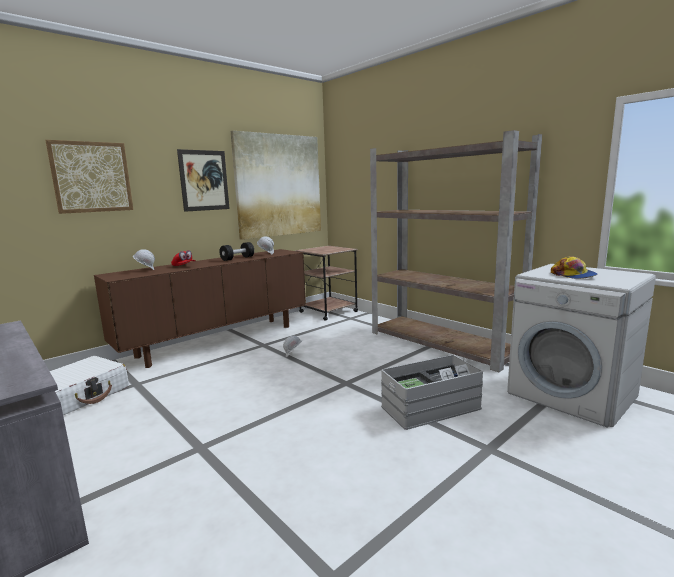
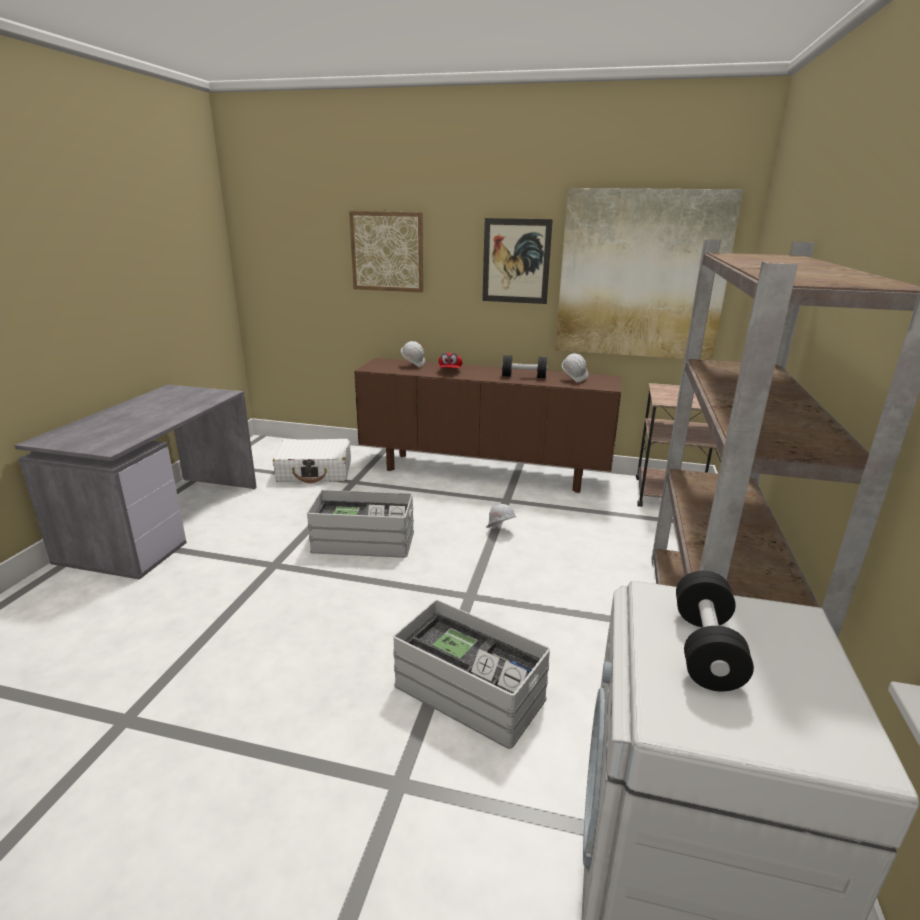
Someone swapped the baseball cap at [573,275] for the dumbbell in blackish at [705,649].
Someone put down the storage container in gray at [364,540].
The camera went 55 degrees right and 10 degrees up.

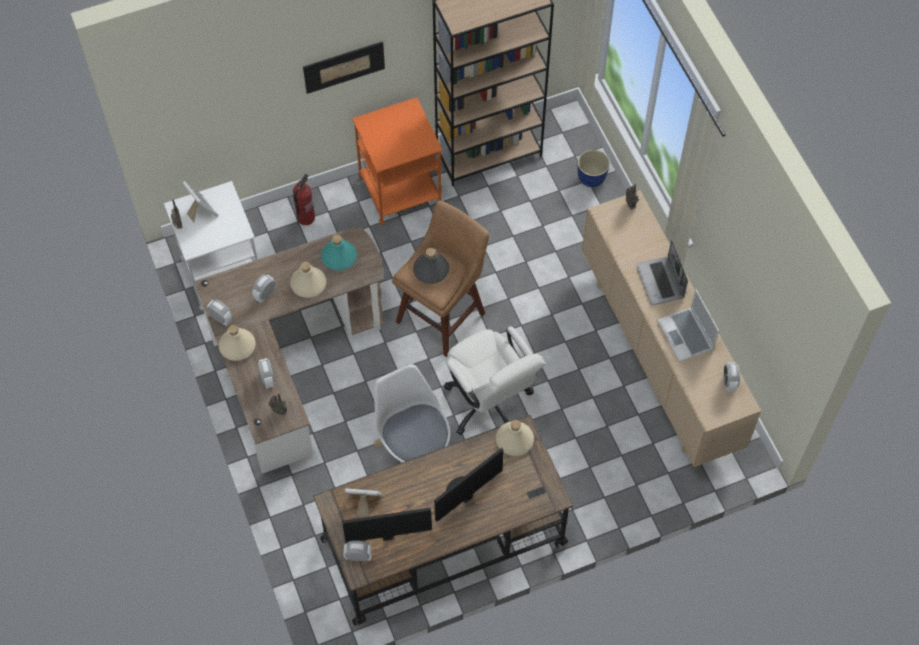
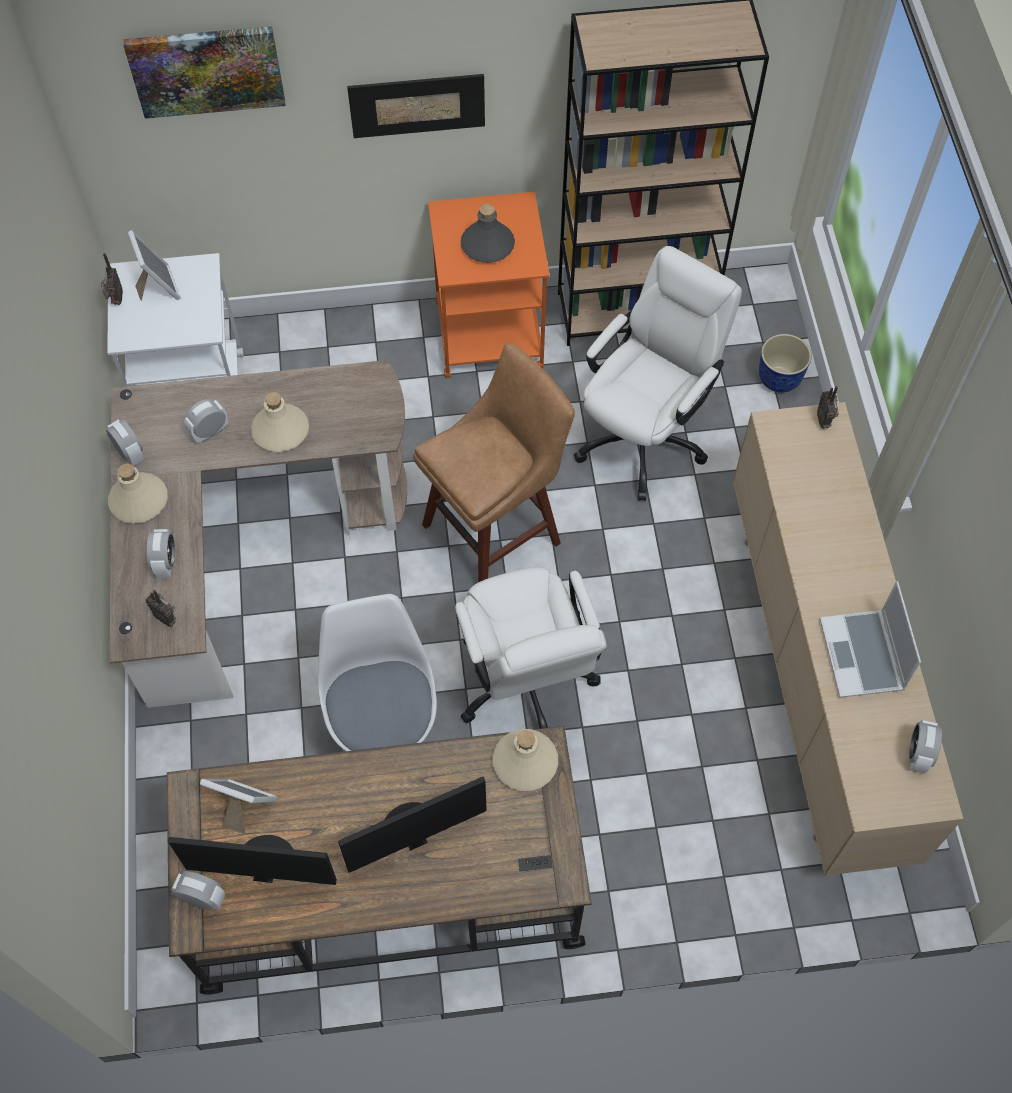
Someone took away the fire extinguisher at [305,217].
Someone took away the beverage bottle in turquoise at [339,257].
Someone took away the portable computer at [660,282].
Someone carried the beverage bottle in gray from [431,270] to [488,245].
Someone put up the wall art at [206,70].
Someone put down the computer chair in whitish at [644,438].
The camera went 15 degrees right and 0 degrees up.

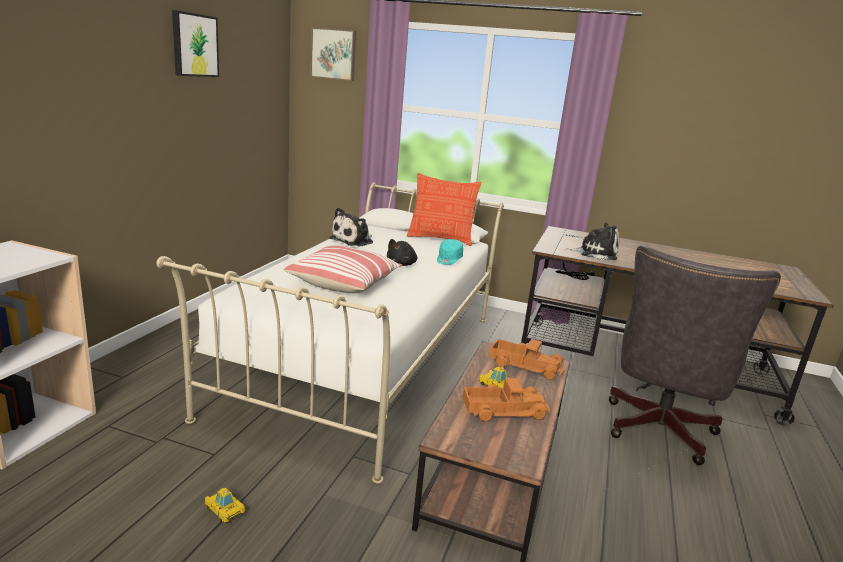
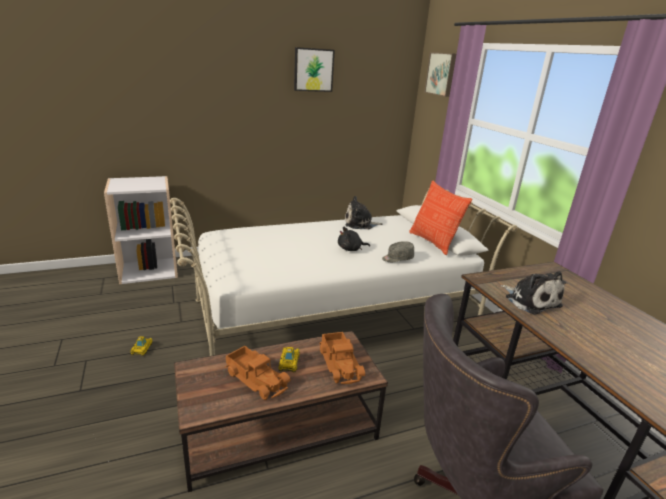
Someone repainted the baseball cap in turquoise at [448,259], which became the baseball cap in gray at [397,258].
Someone took away the pillow at [344,283].
The camera went 50 degrees right and 5 degrees up.

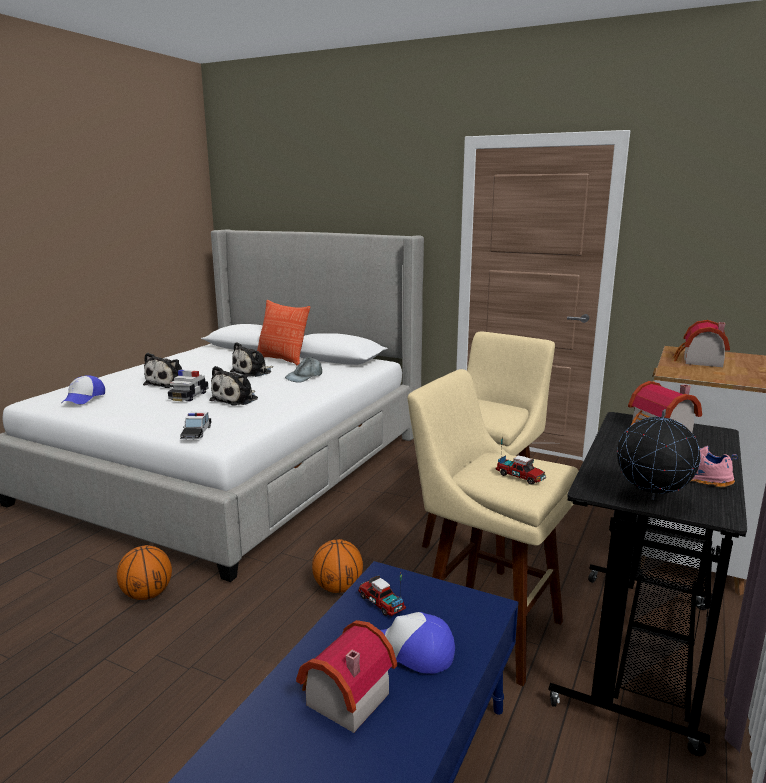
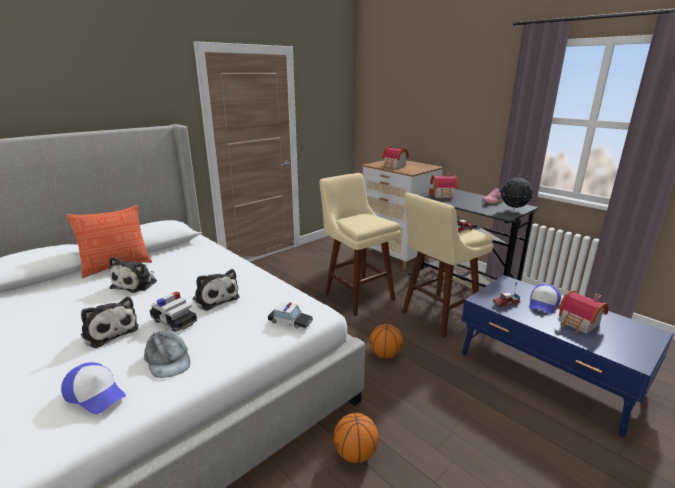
Someone rotated the soft toy at [253,372] by 45 degrees clockwise.
Someone carried the baseball cap in gray from [304,376] to [168,360].
The camera went 70 degrees left and 5 degrees up.

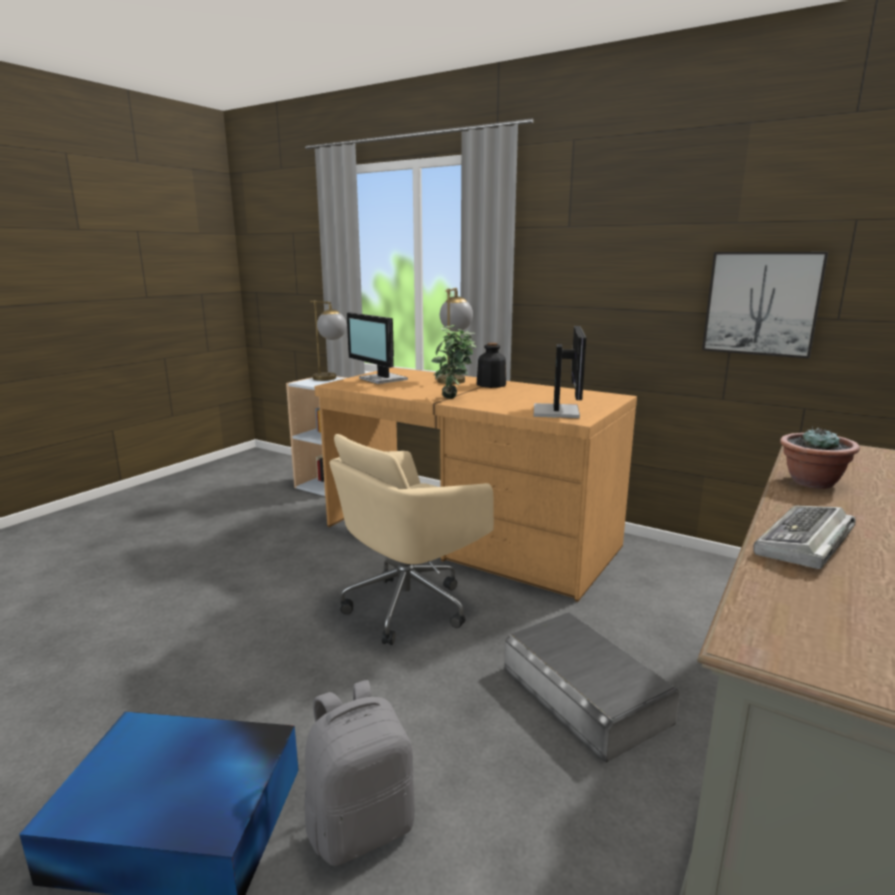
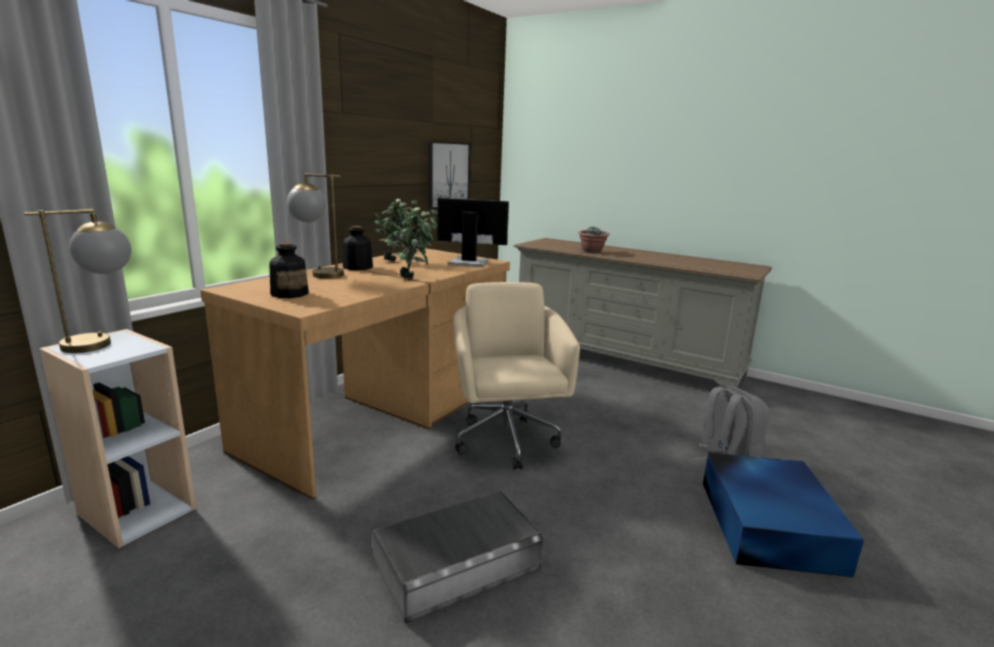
Someone swapped the computer screen at [382,379] for the beverage bottle at [290,293].
Someone rotated the computer chair in sand-coloured at [411,606] by 150 degrees counterclockwise.
Someone took away the keyboard at [804,544].
Someone carried the storage container in gray from [584,694] to [457,564].
Someone put down the plant in a pot at [396,260].
The camera went 90 degrees left and 0 degrees up.

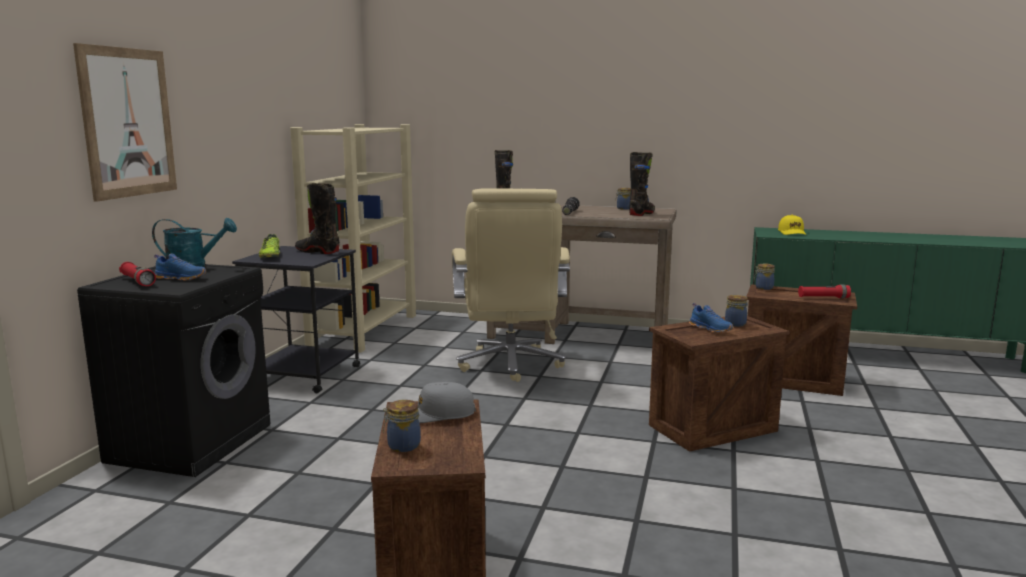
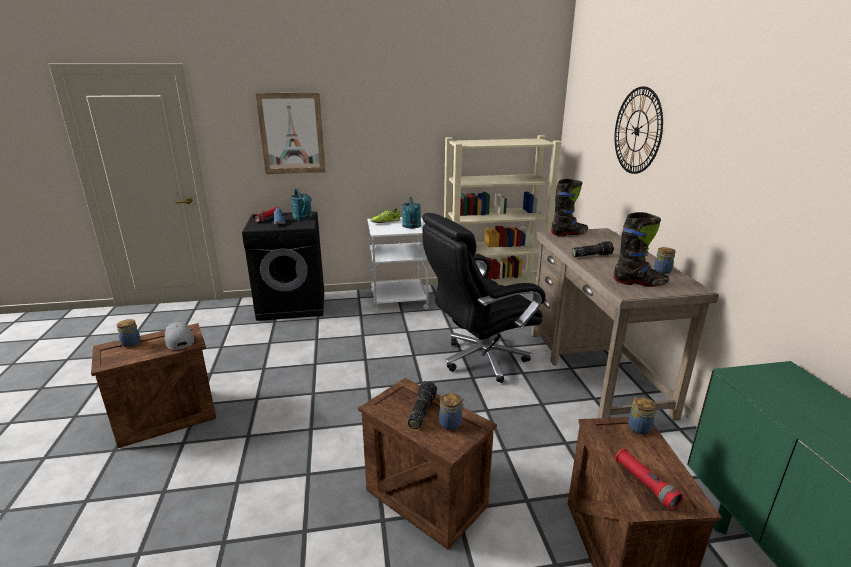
Someone swapped the boot in blackish at [318,251] for the sprinkling can in turquoise at [411,226].
Someone repainted the computer chair in sand-coloured at [511,367], which became the computer chair in blackish at [479,360].
Someone took away the baseball cap in yellow at [792,232].
Someone repainted the wheeled cart in blackish at [305,374], which became the wheeled cart in whitish at [400,299].
Someone swapped the item of footwear in blue-coloured at [711,329] for the flashlight at [421,411].
Someone put up the hanging clock at [637,131].
The camera went 65 degrees right and 10 degrees up.

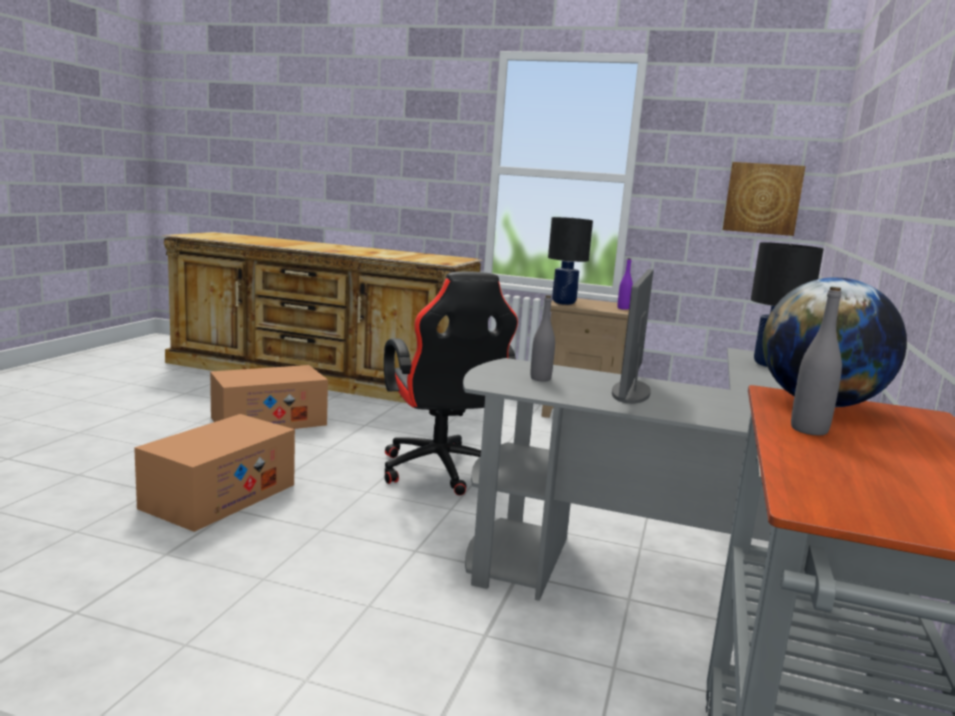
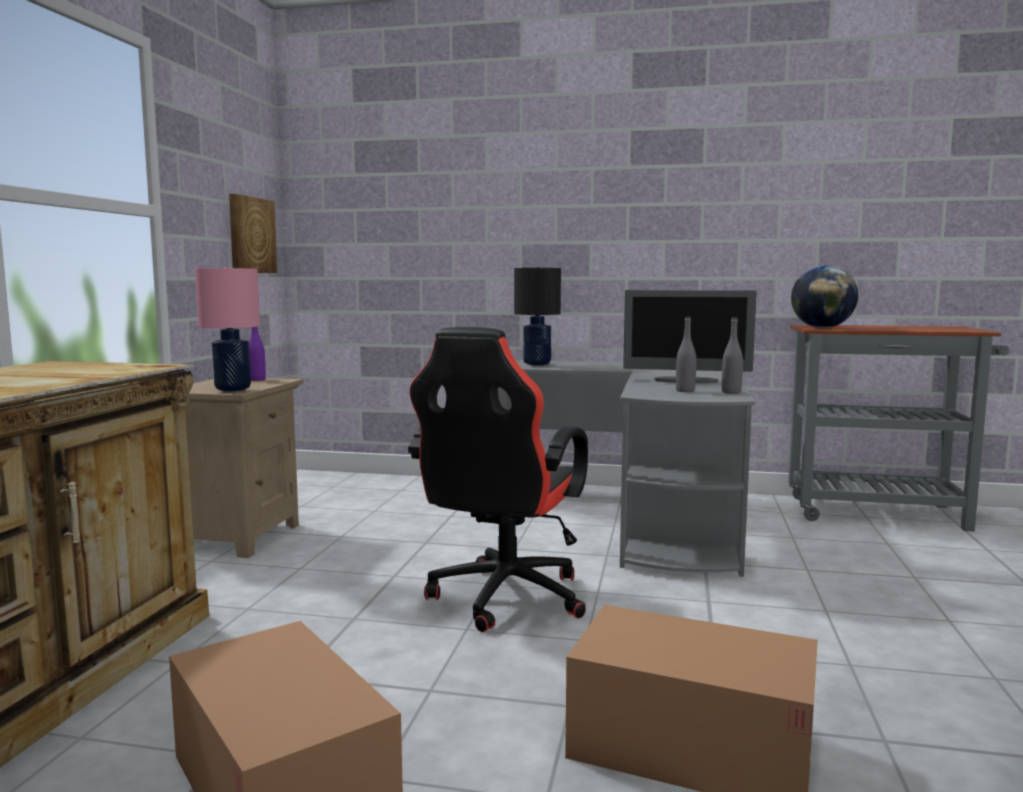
Someone repainted the lamp for a table in blackish at [563,303], which became the lamp for a table in pink-coloured at [232,390].
Someone rotated the computer chair in blackish at [440,474] by 135 degrees clockwise.
Someone carried the beverage bottle in gray from [809,430] to [731,392].
The camera went 95 degrees left and 5 degrees down.

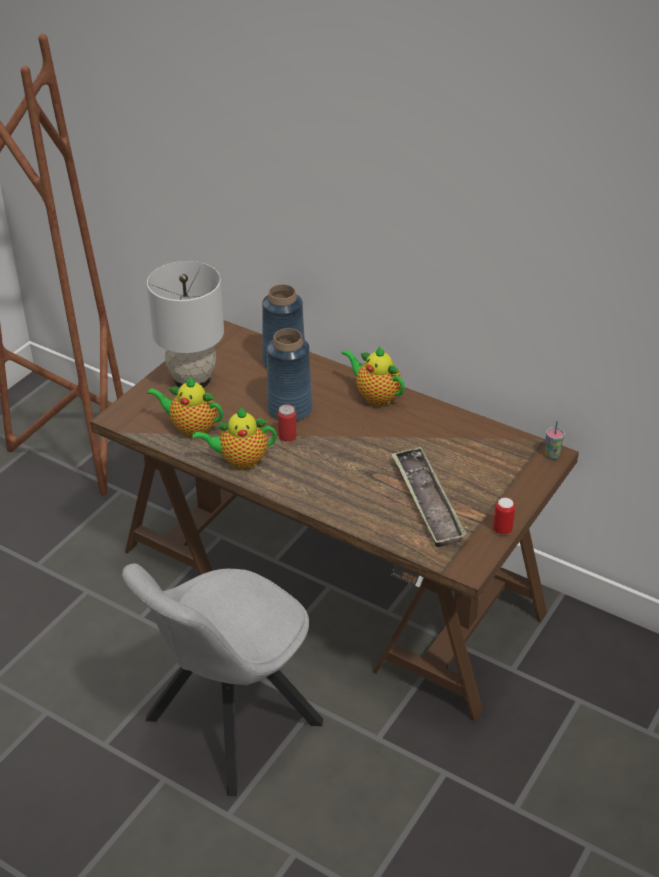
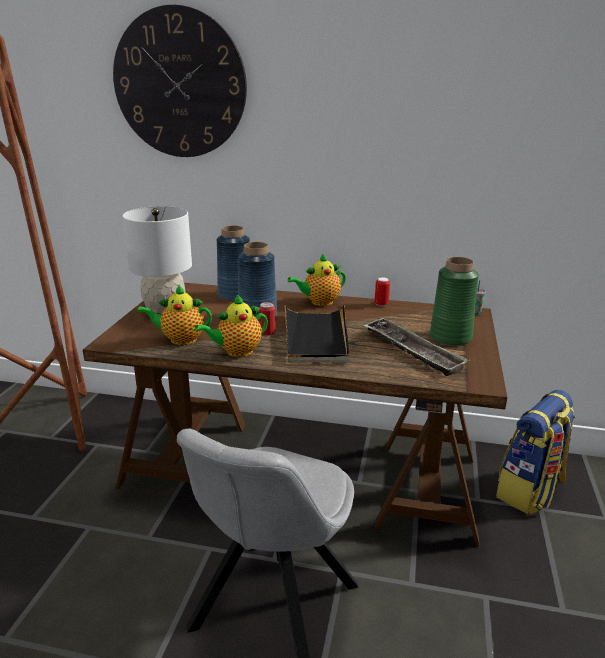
Someone rotated the pot for tea at [375,396] by 45 degrees counterclockwise.
Someone carried the can from [502,530] to [381,304].
Someone put up the hanging clock at [179,84].
Someone put down the decorative vase in green at [451,337].
Someone put down the carrying tray in blackish at [316,337].
Someone put down the rucksack at [530,491].
The camera went 20 degrees left and 15 degrees down.

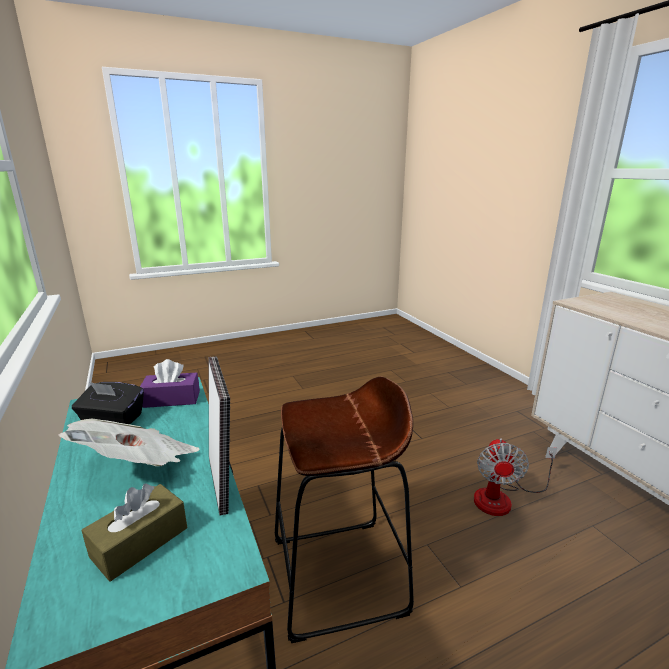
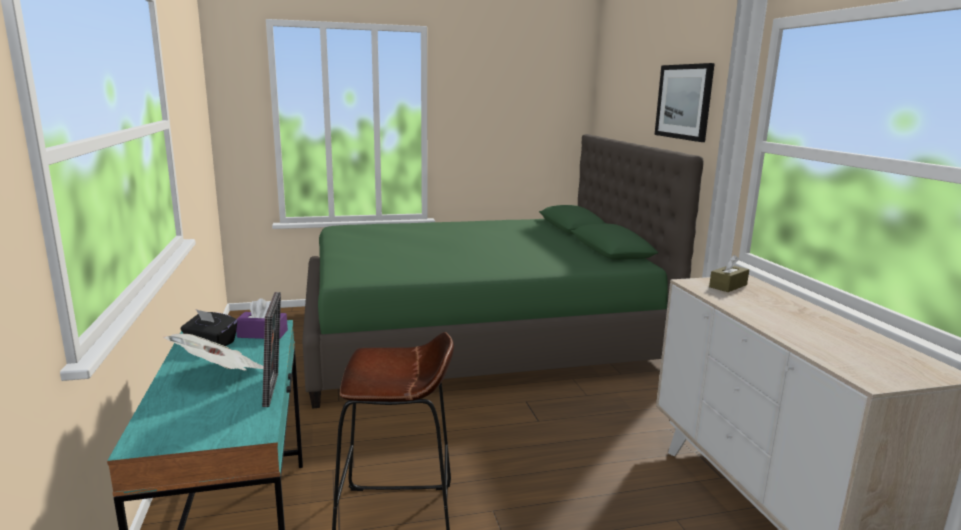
Someone took away the cooling fan at [502,498].
Someone carried the tissue box in brown from [140,542] to [728,286].
Someone put up the wall art at [684,101].
Someone put down the bedroom bed in green at [477,338].
The camera went 10 degrees right and 5 degrees down.

